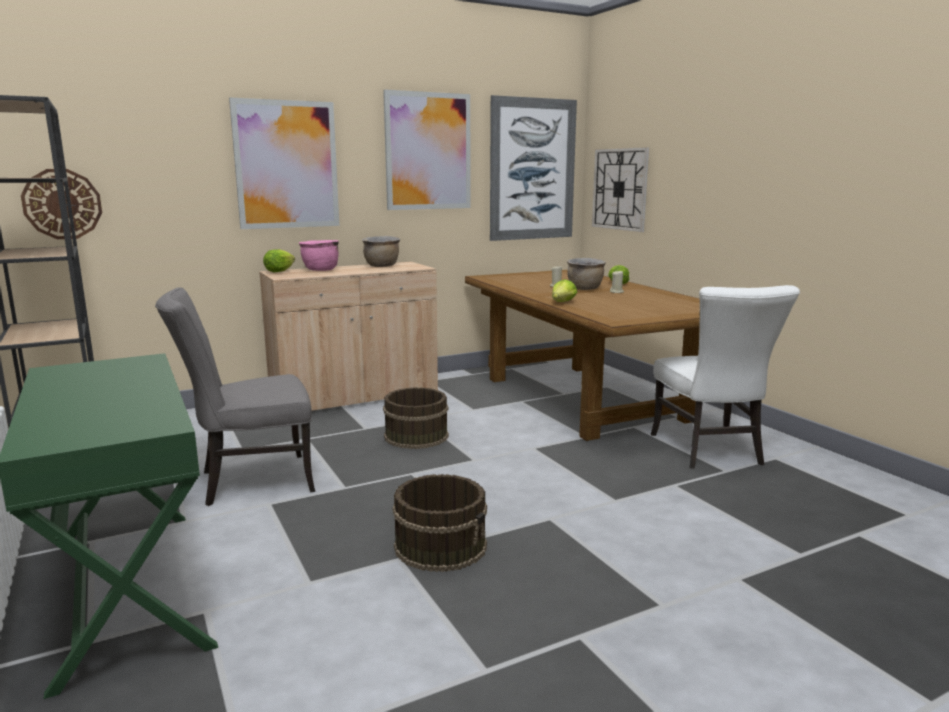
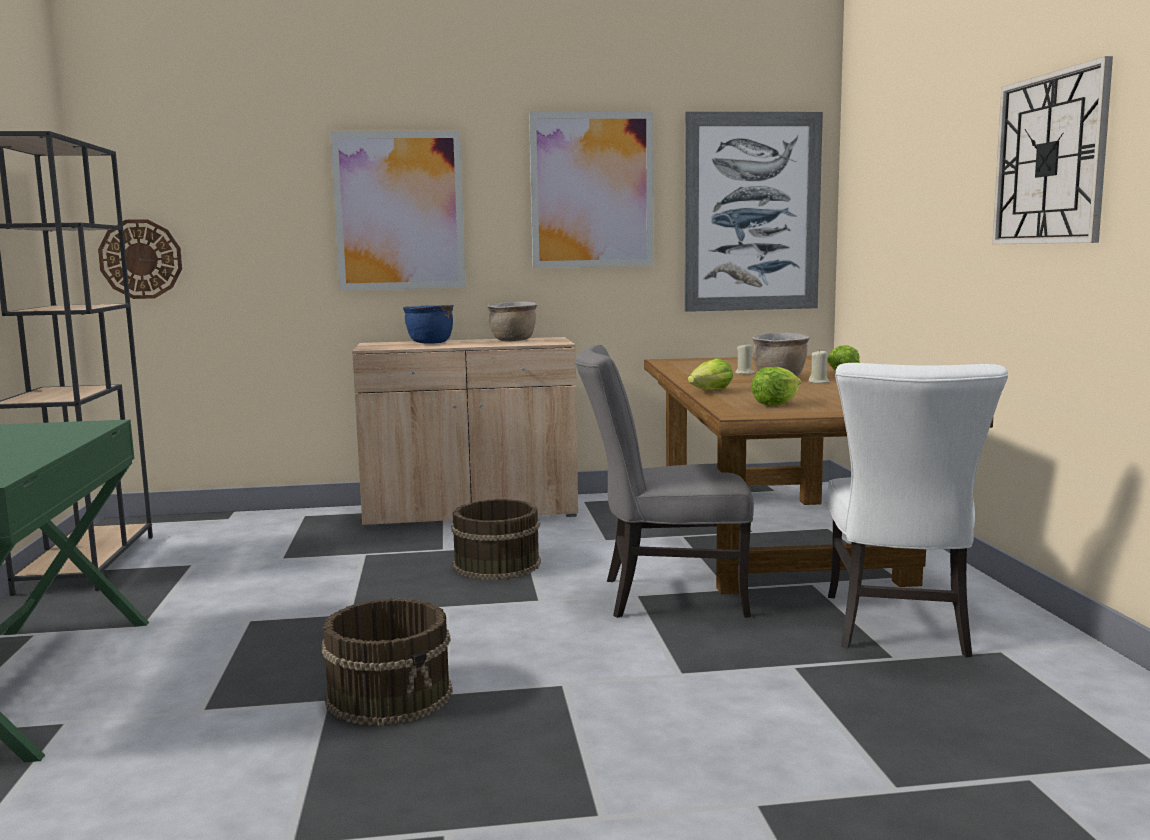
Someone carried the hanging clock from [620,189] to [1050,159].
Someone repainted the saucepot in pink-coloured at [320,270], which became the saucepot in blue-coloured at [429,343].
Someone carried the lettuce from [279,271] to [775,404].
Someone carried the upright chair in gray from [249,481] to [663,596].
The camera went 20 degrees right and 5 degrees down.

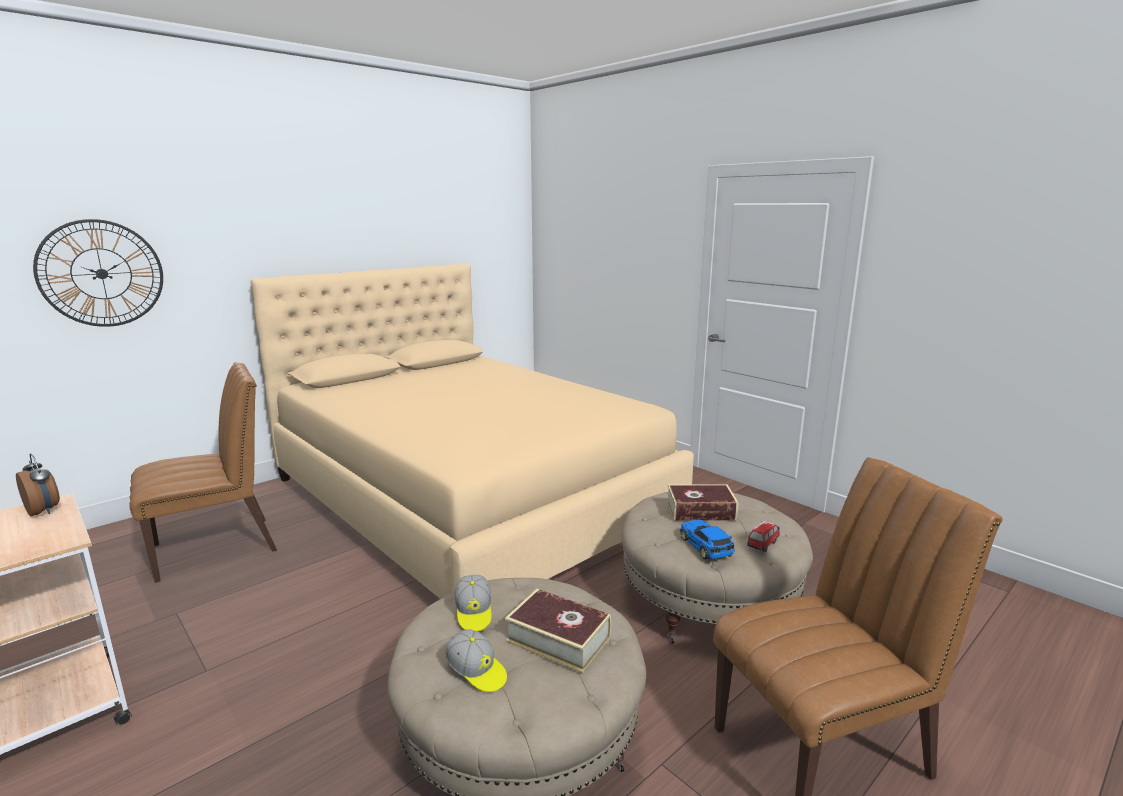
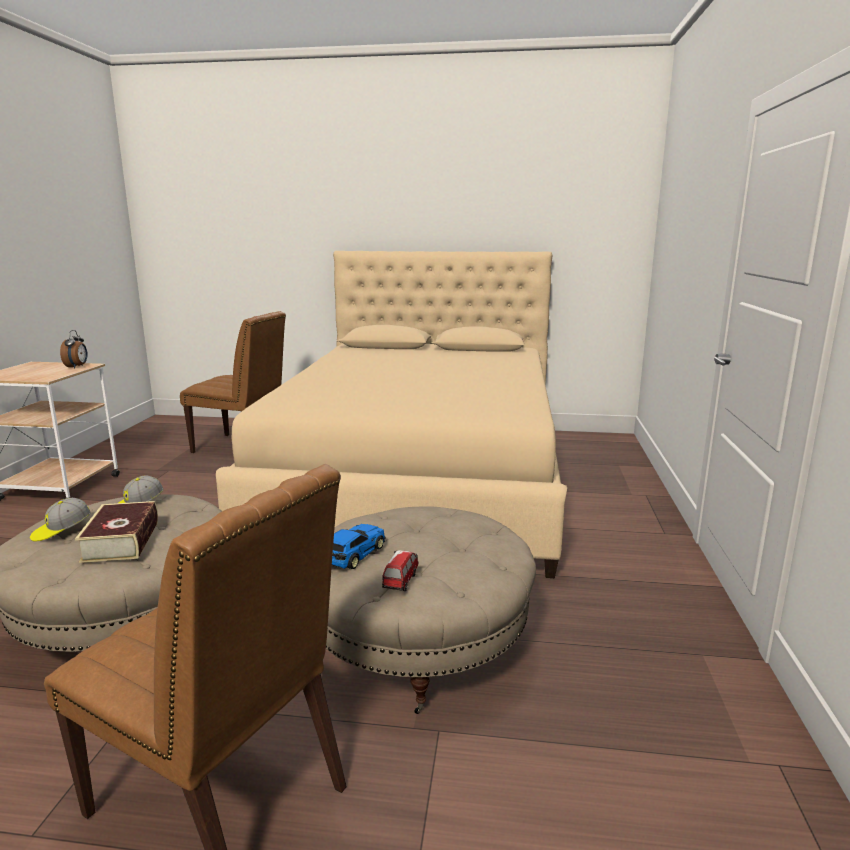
Someone took away the hanging clock at [101,273].
Someone took away the book at [700,511].
Someone rotated the toy car at [762,544] by 75 degrees counterclockwise.
Someone rotated the baseball cap at [476,672] by 45 degrees clockwise.
The camera went 50 degrees right and 0 degrees up.

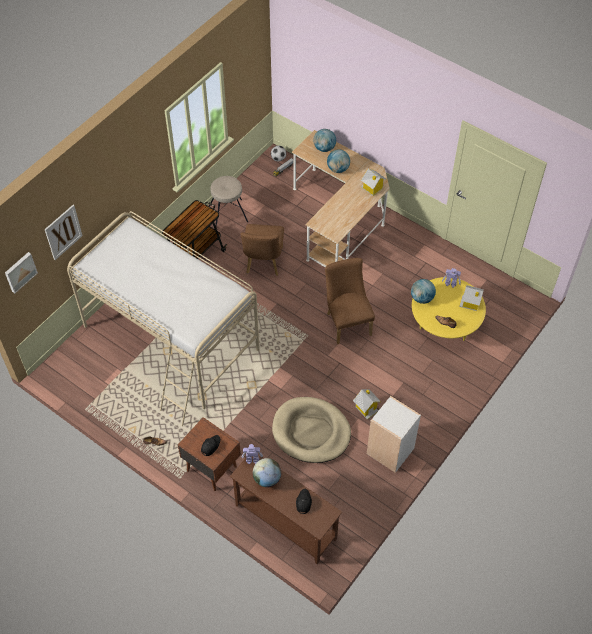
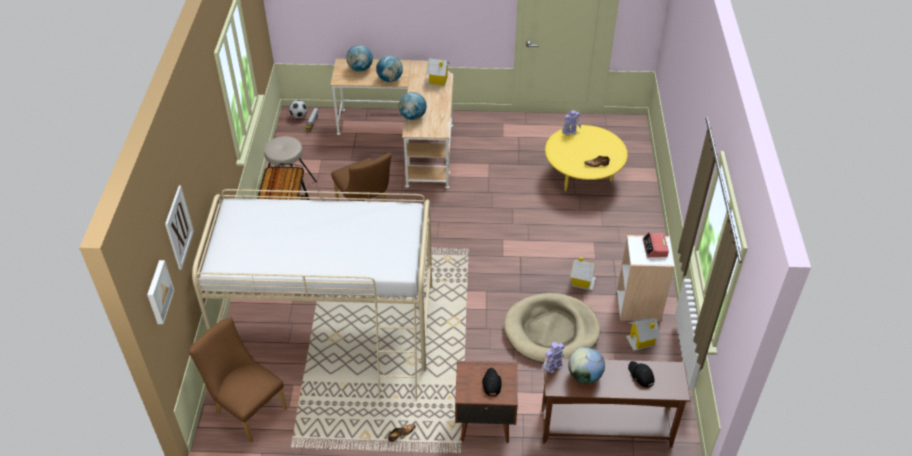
Someone carried the upright chair in brown from [347,321] to [247,408].
Someone carried the world globe from [422,298] to [412,117].
Someone carried the model house from [470,303] to [641,341].
Someone put down the alarm clock at [655,248].
The camera went 35 degrees left and 10 degrees down.

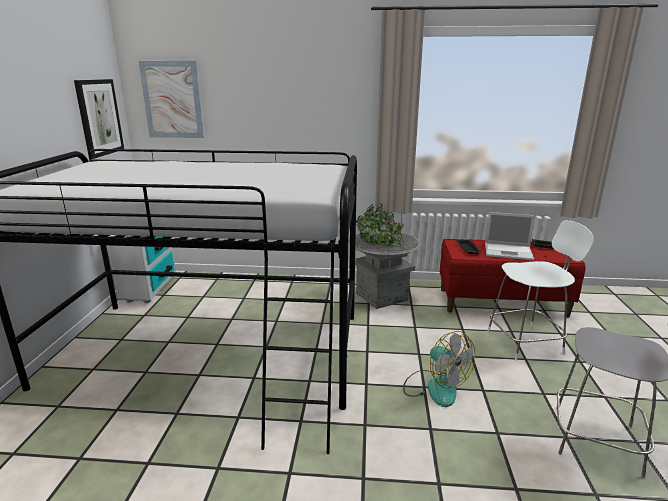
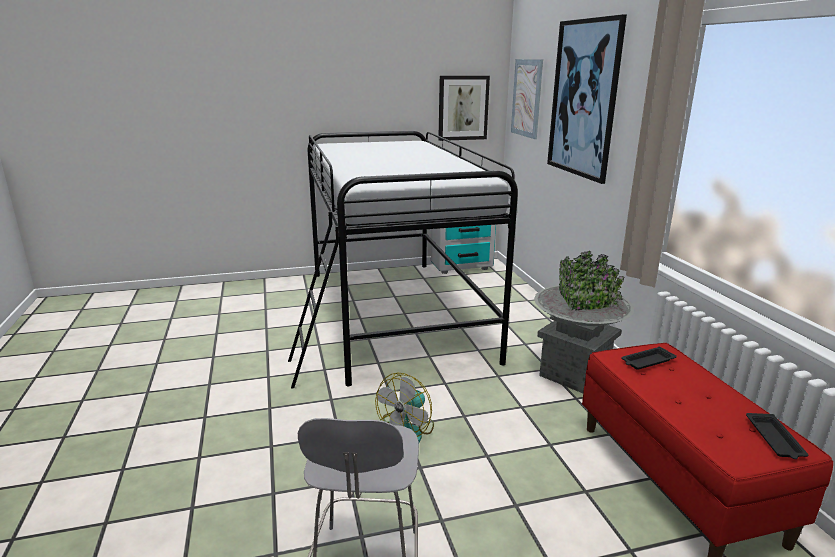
Someone took away the portable computer at [509,252].
Someone took away the upright chair in whitish at [526,342].
Someone put up the wall art at [583,99].
The camera went 70 degrees right and 0 degrees up.

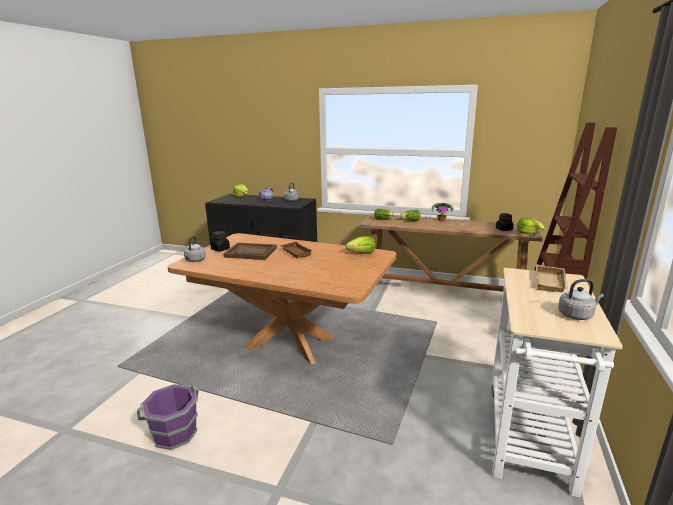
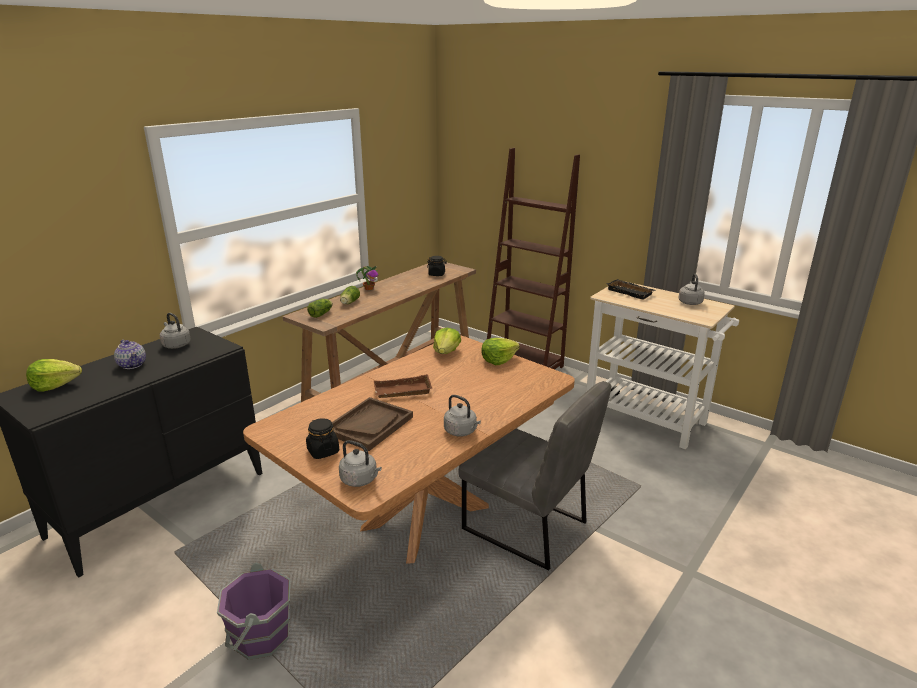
Someone carried the lettuce from [528,233] to [498,360].
Someone repainted the carrying tray in sand-coloured at [551,283], which became the carrying tray in blackish at [631,292].
Someone carried the pail in purplish from [174,433] to [260,636].
Someone put down the upright chair in gray at [527,528].
Someone put down the kettle in gray at [461,431].
The camera went 70 degrees left and 5 degrees up.

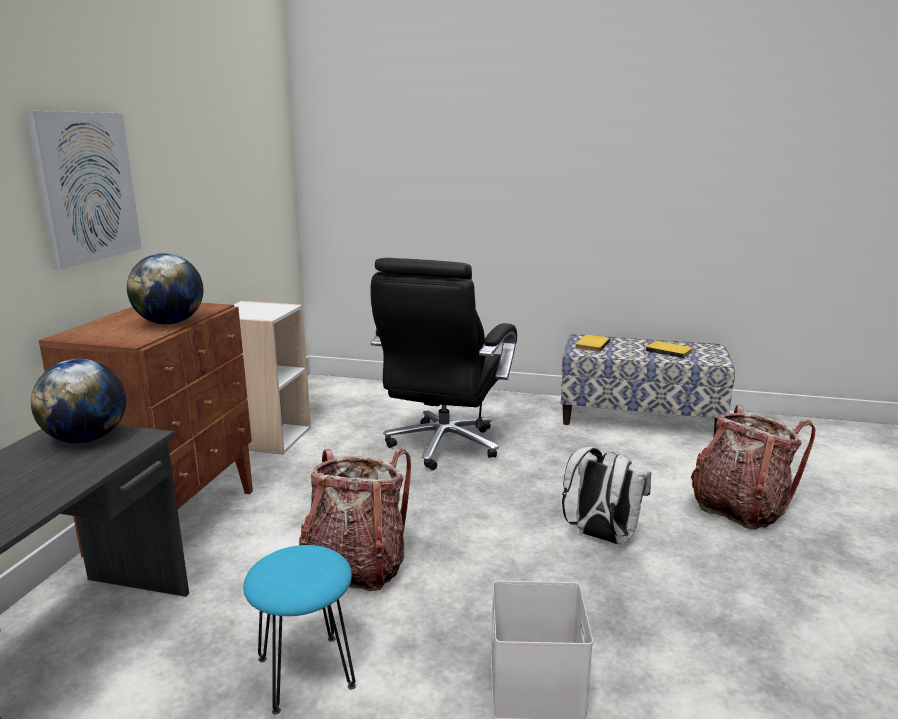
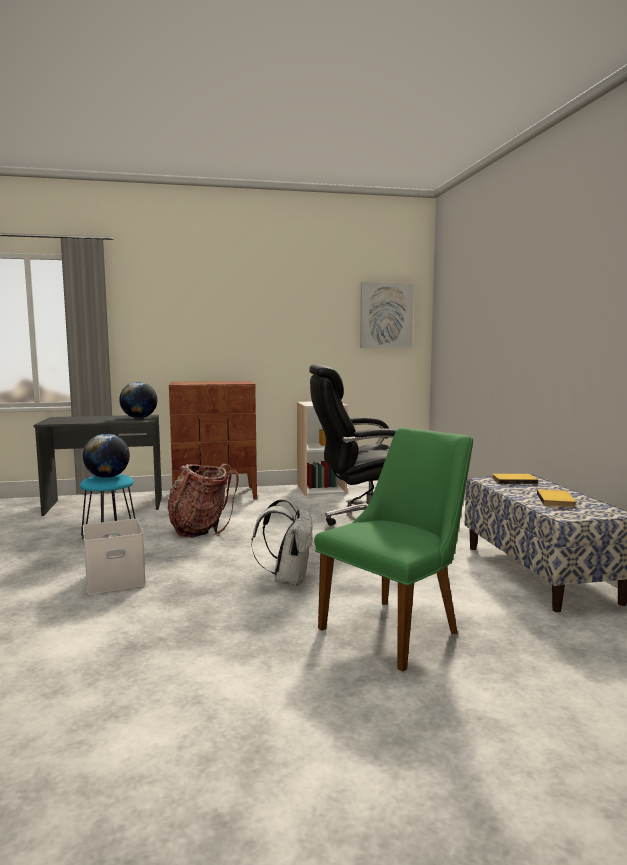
Someone carried the wall art from [86,187] to [386,315].
Someone carried the world globe from [170,323] to [107,477].
Someone swapped the rucksack at [739,508] for the upright chair in green at [398,627].
The camera went 65 degrees right and 10 degrees down.

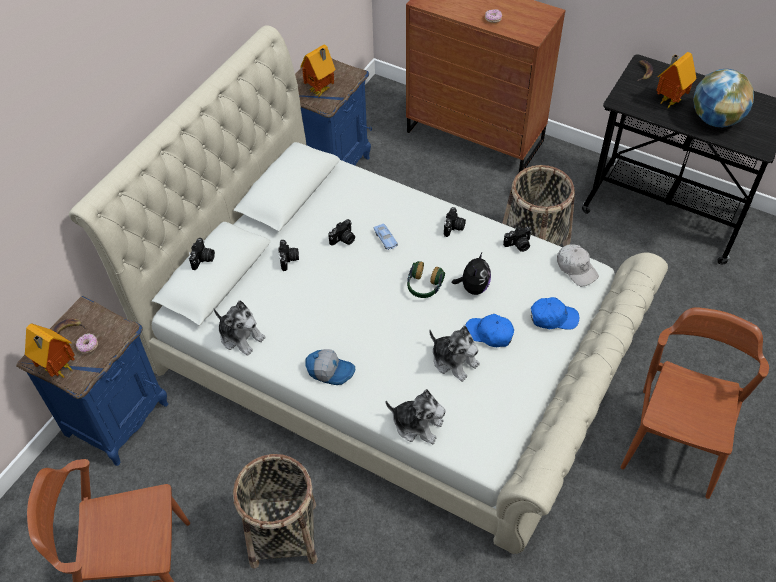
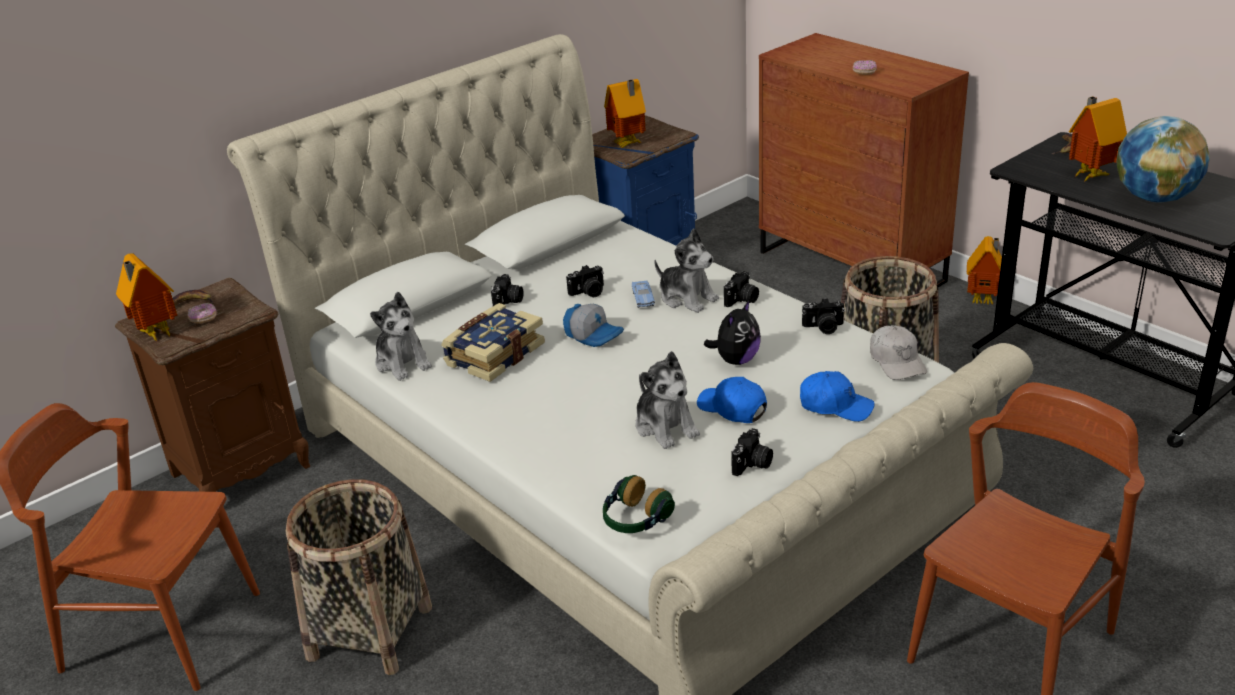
Someone carried the photo camera from [203,259] to [752,464].
Someone carried the headset from [424,286] to [635,520].
Someone repainted the night table in blue-coloured at [118,420], which became the night table in brown at [242,471].
Someone carried the baseball cap from [330,370] to [594,335].
Someone carried the soft toy from [417,425] to [687,298].
Someone put down the model house at [984,300].
Someone put down the book at [493,354].
The camera went 20 degrees right and 20 degrees down.

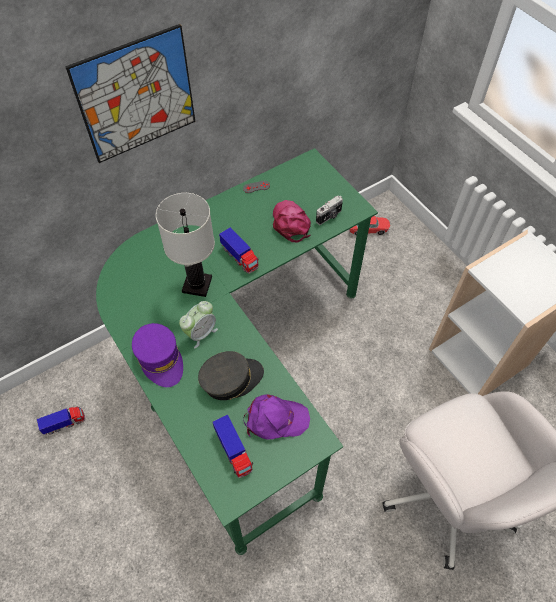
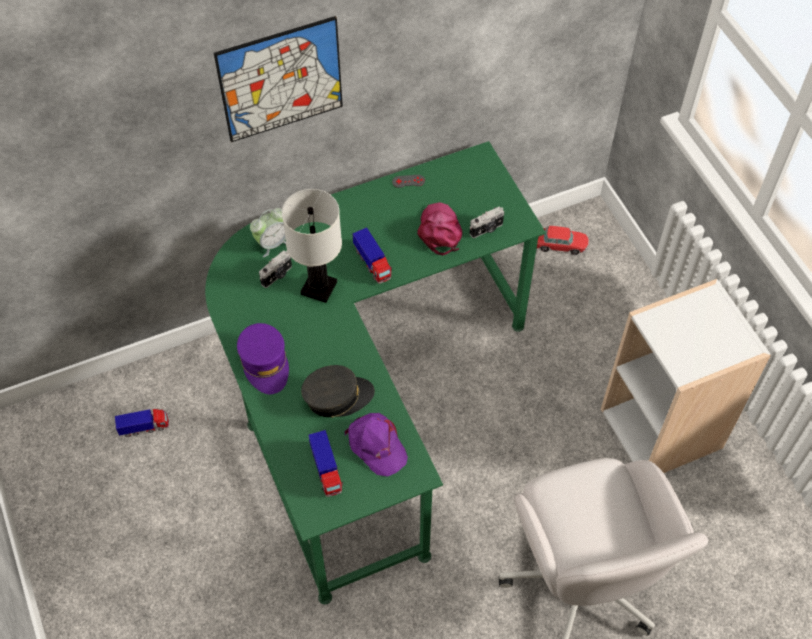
Someone carried the alarm clock from [200,333] to [272,243].
Someone rotated the baseball cap in purplish at [275,419] by 45 degrees clockwise.
Someone put down the photo camera at [277,276].
The camera went 10 degrees right and 0 degrees up.

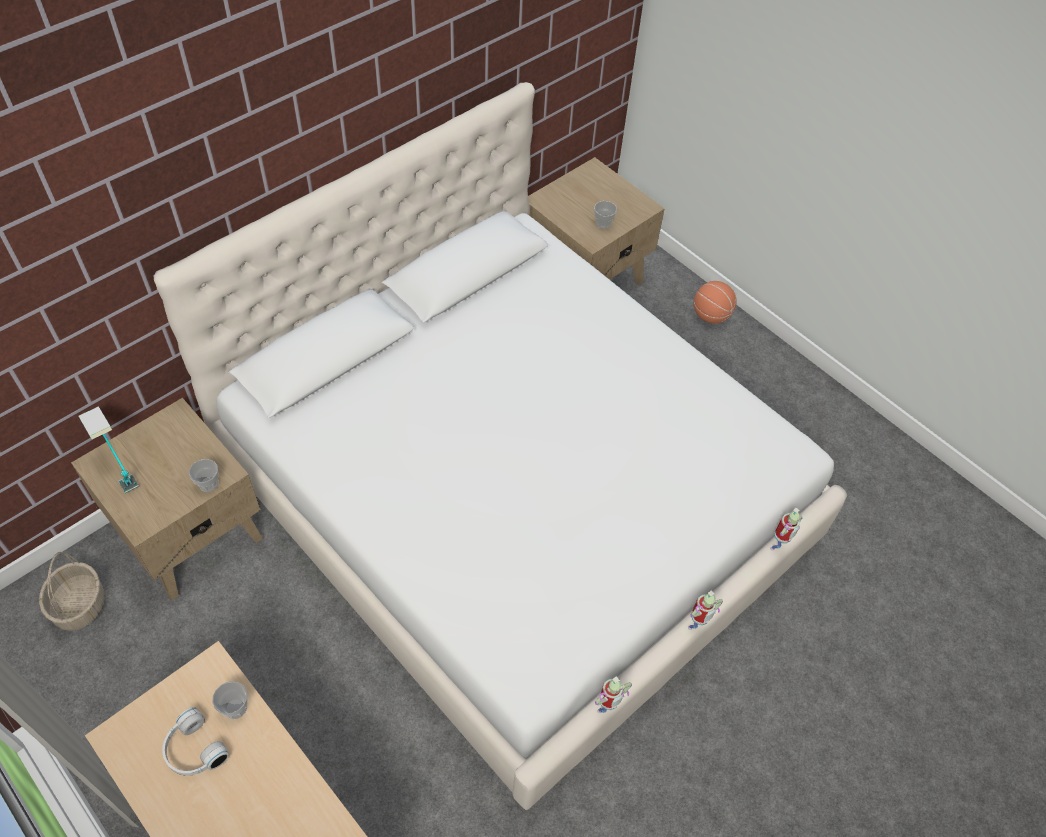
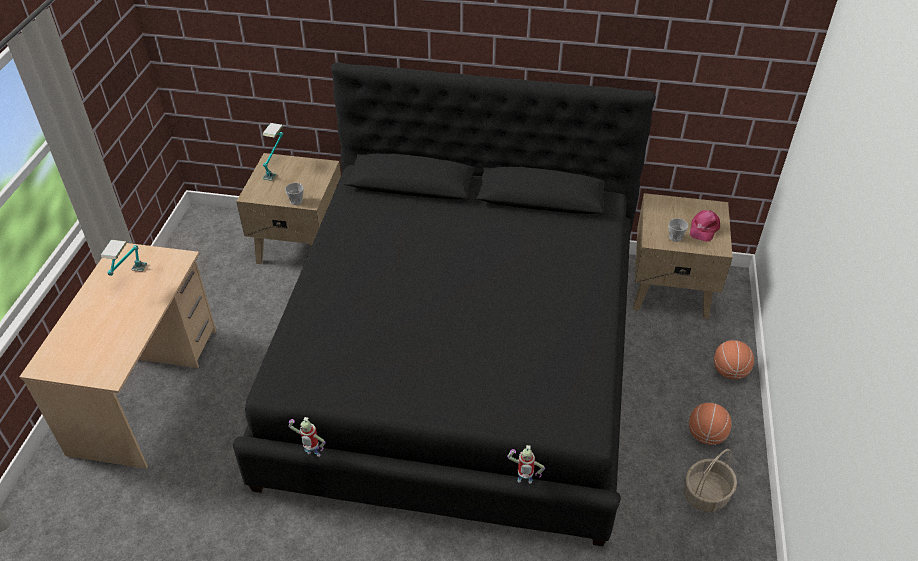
Someone repainted the bedroom bed in whitish at [515,500], which became the bedroom bed in blackish at [459,359].
Someone carried the basket from [80,606] to [706,495].
Someone took away the toy robot at [696,627].
Someone took away the cup at [235,708].
Someone swapped the headset in whitish at [193,751] for the lamp for a table at [131,280].
Someone put down the baseball cap in pink-coloured at [703,229].
Someone put down the ball for basketball at [706,435].
The camera went 55 degrees right and 10 degrees down.

